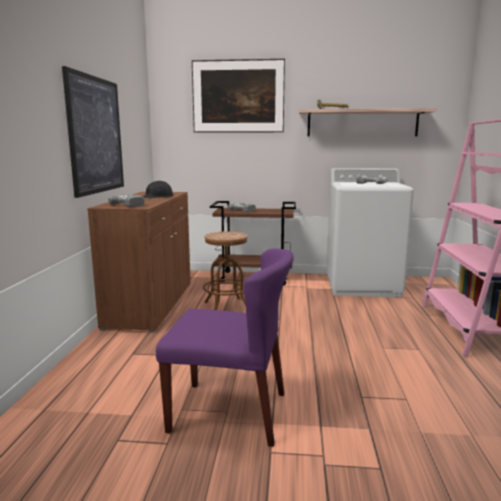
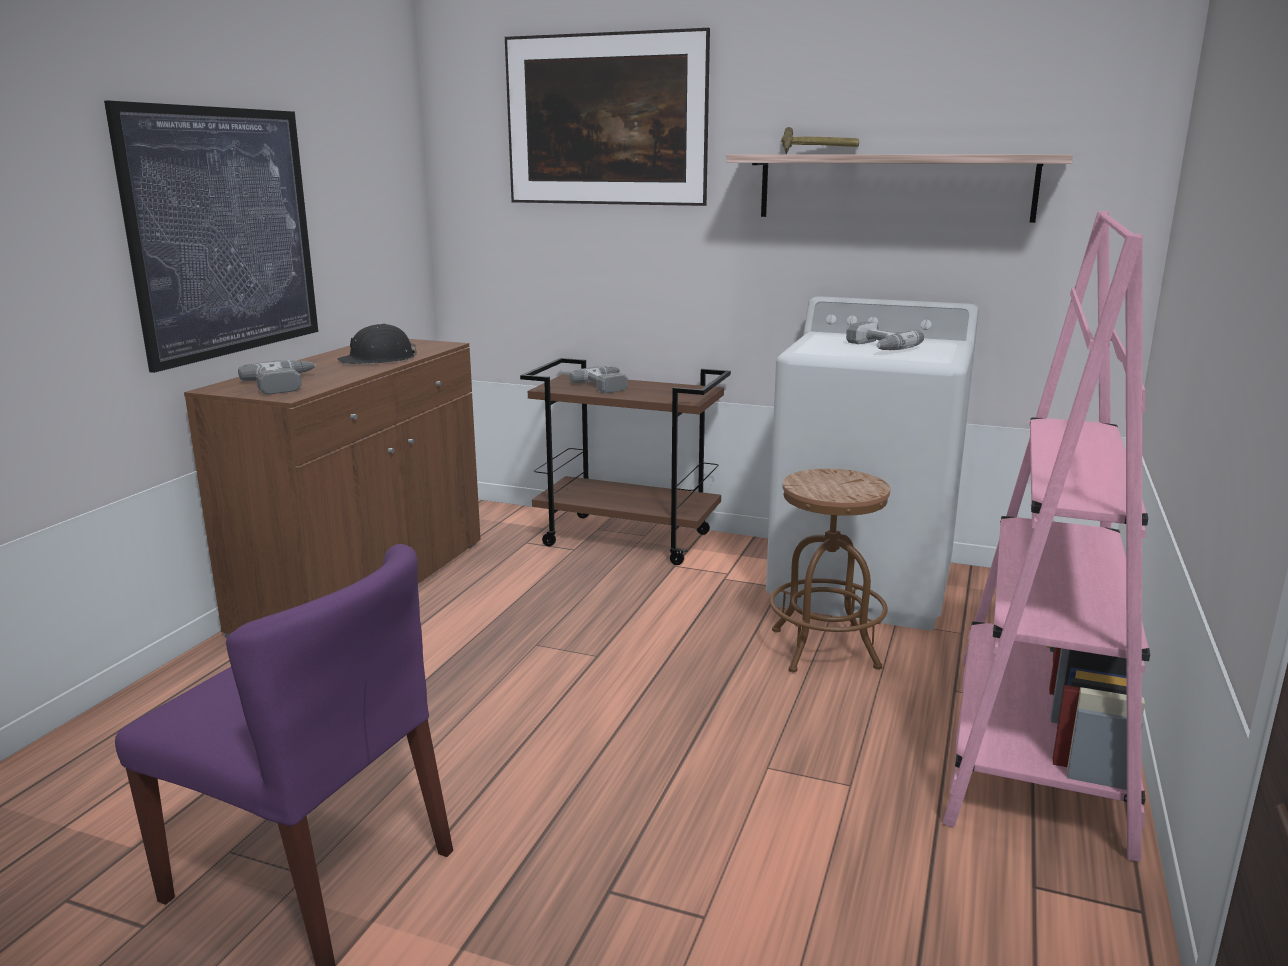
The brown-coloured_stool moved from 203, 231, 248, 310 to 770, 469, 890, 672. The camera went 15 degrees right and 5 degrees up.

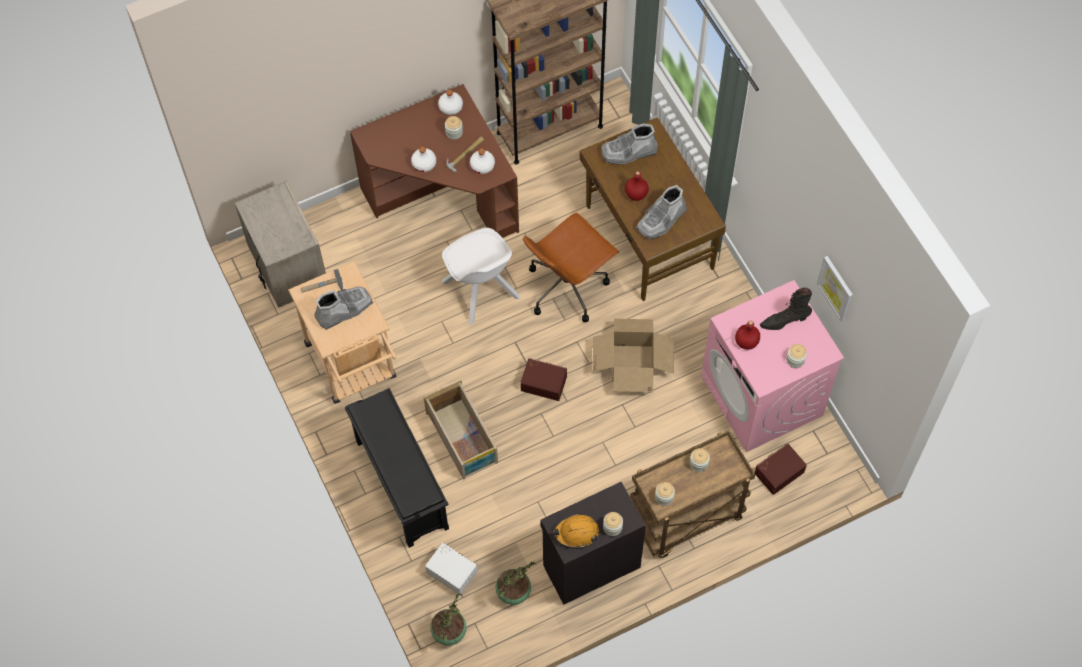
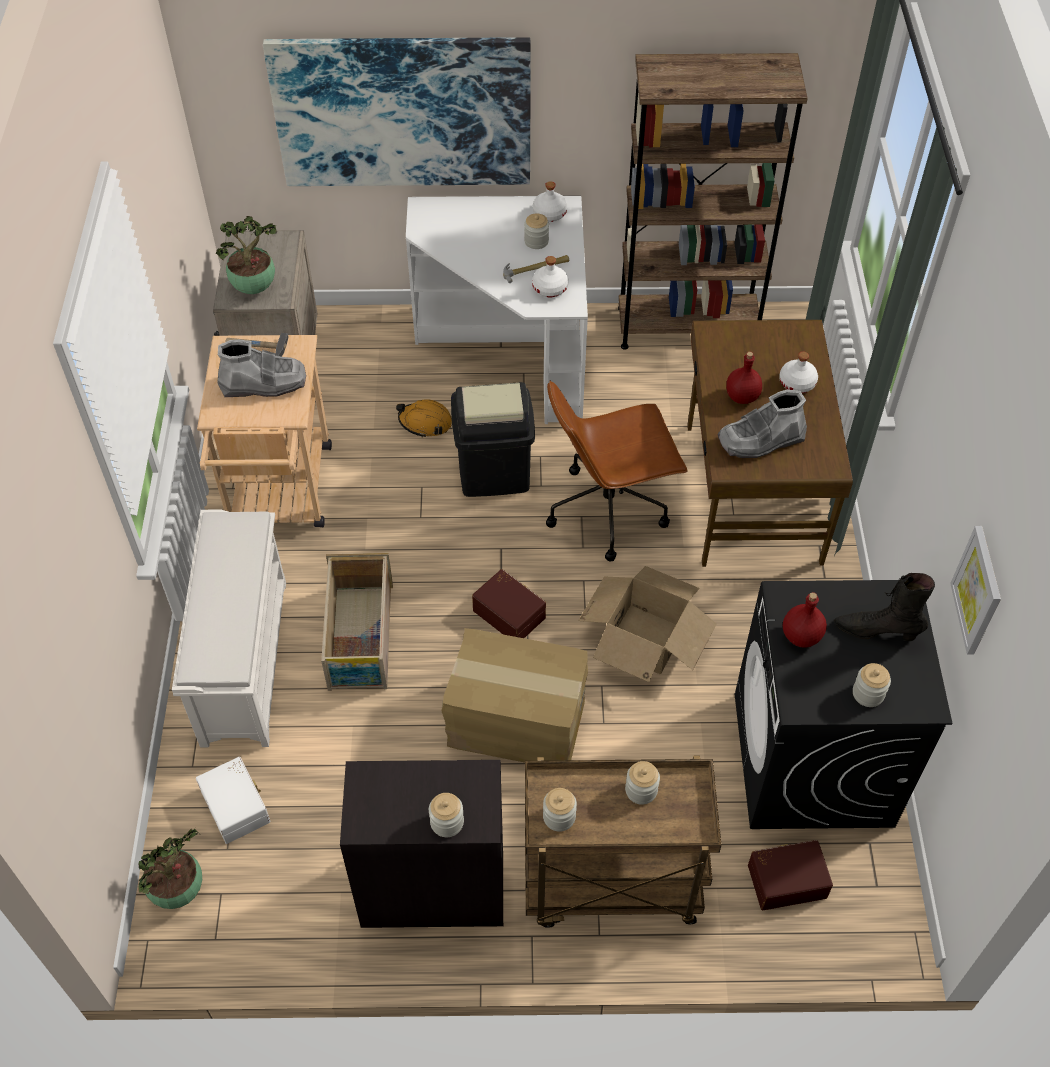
The black_shoe_rack at 345, 388, 449, 548 became the whitish_shoe_rack at 172, 510, 286, 747. The brown-coloured_desk_table at 350, 84, 519, 238 became the whitish_desk_table at 406, 196, 588, 424. The whitish_bottle moved from 411, 146, 436, 172 to 779, 351, 818, 393. The whitish_plain_chair at 442, 228, 520, 325 was replaced by the black_rubbish_bin at 451, 382, 535, 497. The plant_in_a_pot moved from 495, 562, 535, 605 to 216, 216, 277, 294. The orange_safety_helmet moved from 553, 514, 599, 549 to 396, 399, 452, 438. The gray_tall_boot at 601, 124, 658, 164 disappeared. The pink-coloured_washing_machine at 701, 280, 844, 452 became the black_washing_machine at 735, 580, 952, 829. The wall_art at 263, 37, 531, 186 appeared. The cardboard_box at 442, 628, 588, 763 appeared. The camera went 25 degrees right and 10 degrees down.

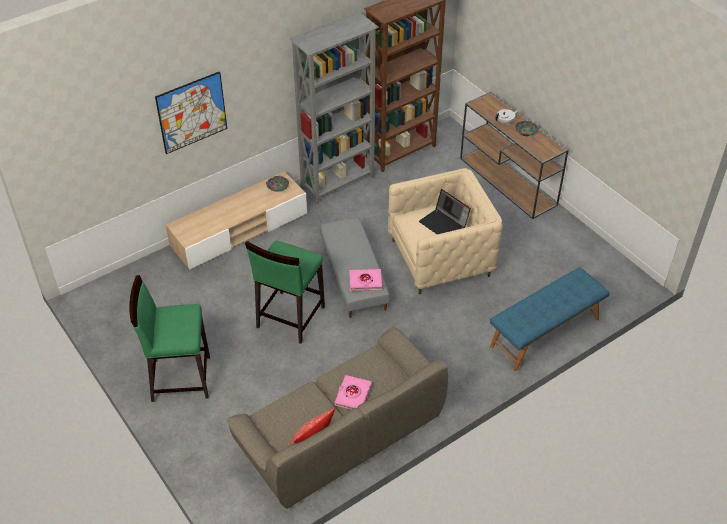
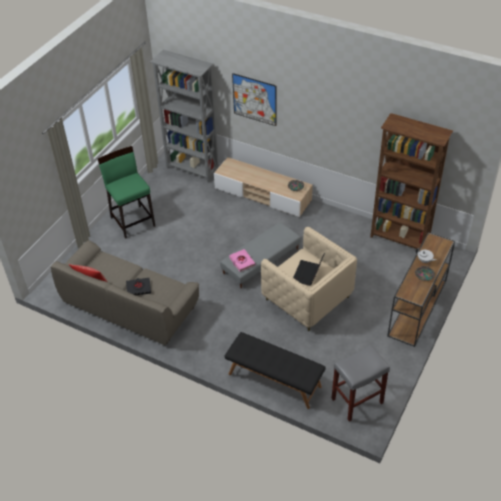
The greenish_stool at 245, 240, 325, 344 disappeared. The gray_bookcase moved from 290, 12, 379, 204 to 150, 50, 219, 183. The pink-coloured_bound_book at 335, 375, 372, 410 became the black_bound_book at 126, 278, 151, 295. The blue_bench at 490, 267, 610, 371 became the black_bench at 224, 332, 326, 409. The gray_stool at 331, 345, 390, 422 appeared. The camera went 65 degrees right and 0 degrees up.

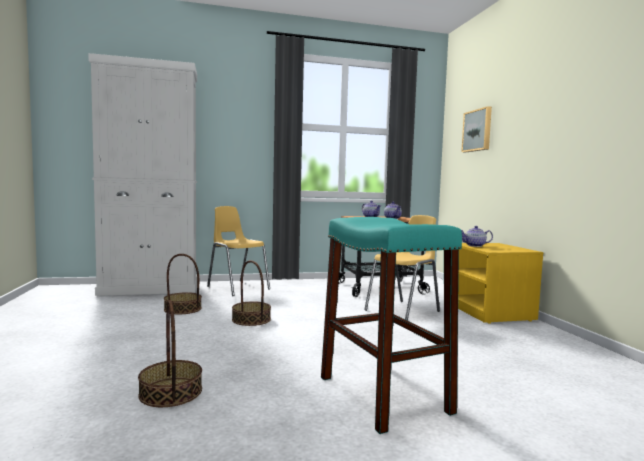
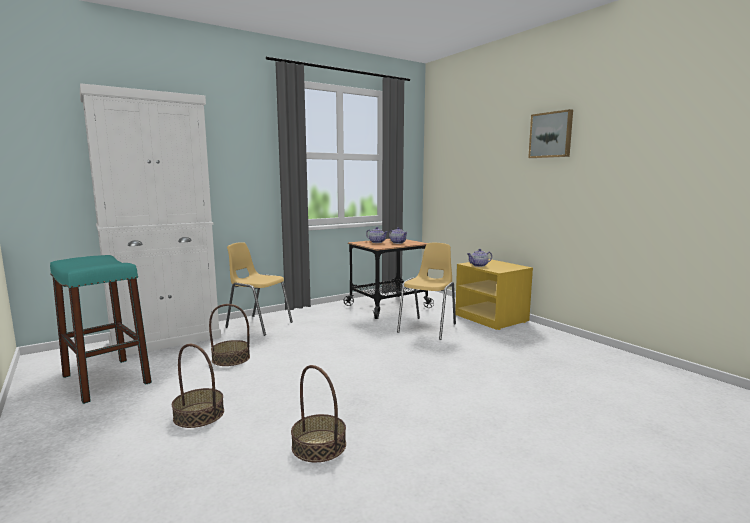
The basket moved from 232, 260, 271, 326 to 172, 344, 224, 428. The turquoise_stool moved from 321, 217, 462, 434 to 50, 255, 152, 404. The wall_art moved from 461, 106, 492, 153 to 528, 109, 573, 158. The camera went 20 degrees left and 5 degrees up.

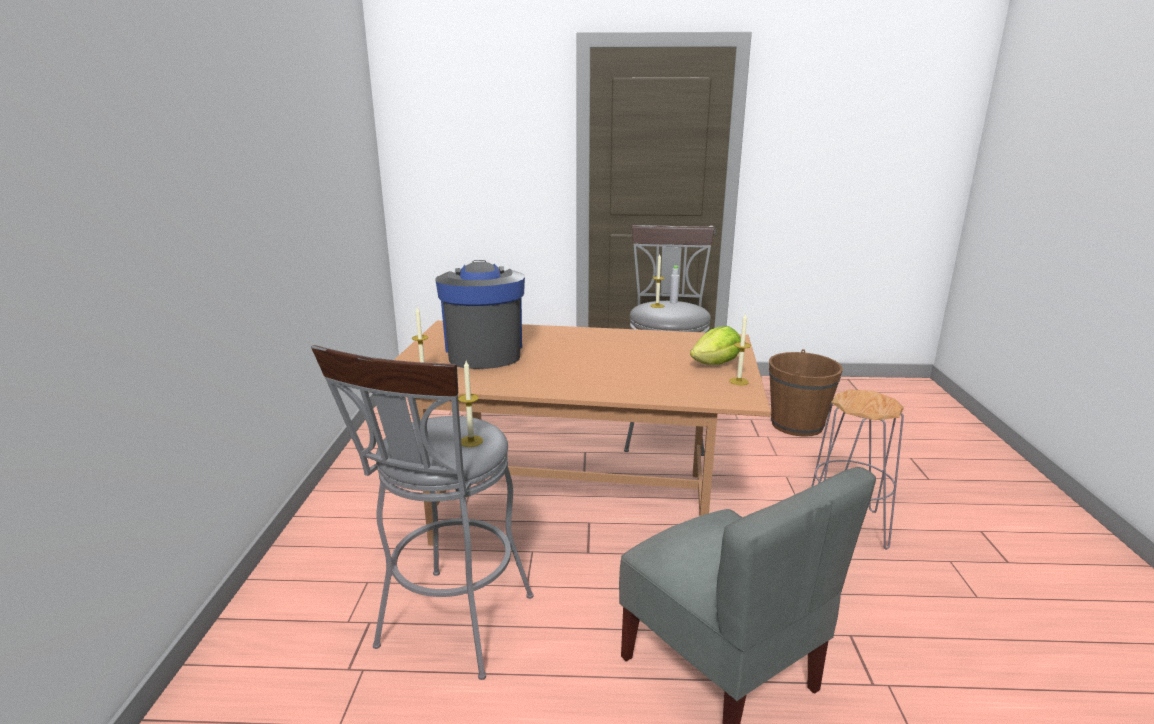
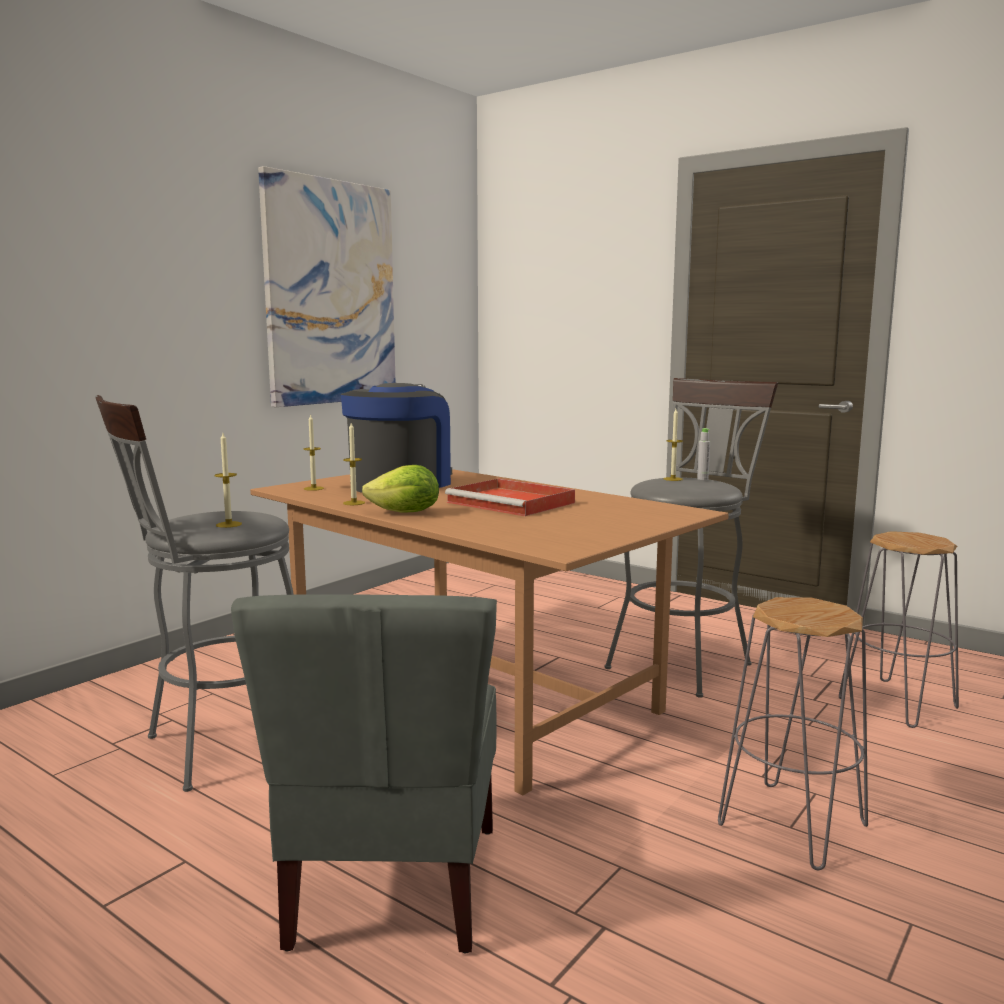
The lettuce moved from 690, 326, 741, 365 to 362, 465, 439, 512. The candle moved from 729, 313, 751, 385 to 343, 423, 365, 505. The brown-coloured_water_bucket at 769, 349, 843, 437 was replaced by the gray_stool at 839, 531, 959, 728. The wall_art at 258, 166, 396, 407 appeared. The reddish_serving_tray at 445, 478, 575, 516 appeared. The camera went 35 degrees right and 10 degrees down.

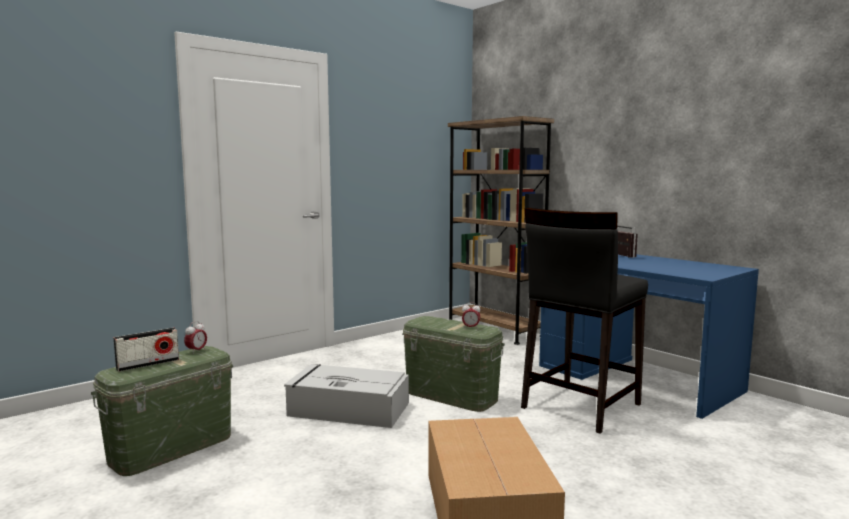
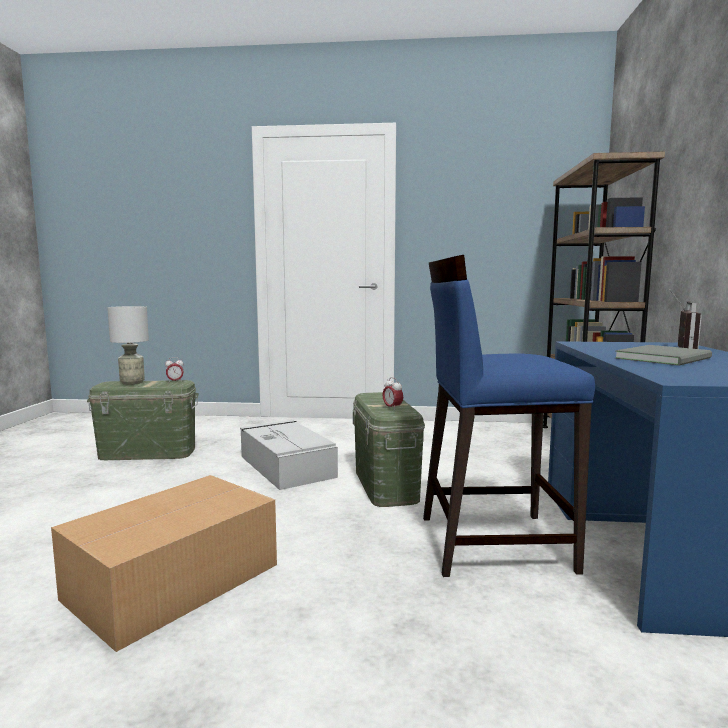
The radio_set at 114, 327, 179, 372 was replaced by the gray_lamp_for_a_table at 107, 306, 149, 385. The black_stool at 521, 208, 648, 434 became the blue_stool at 423, 255, 595, 577. The gray_bound_book at 615, 345, 712, 366 appeared. The camera went 45 degrees right and 0 degrees up.

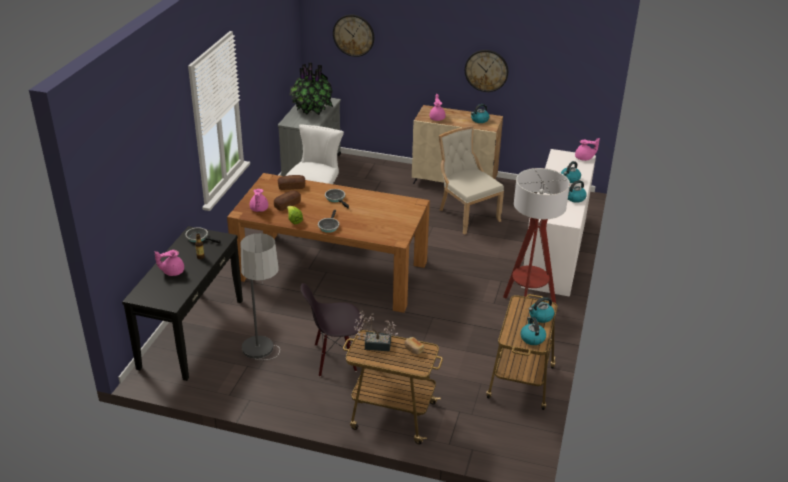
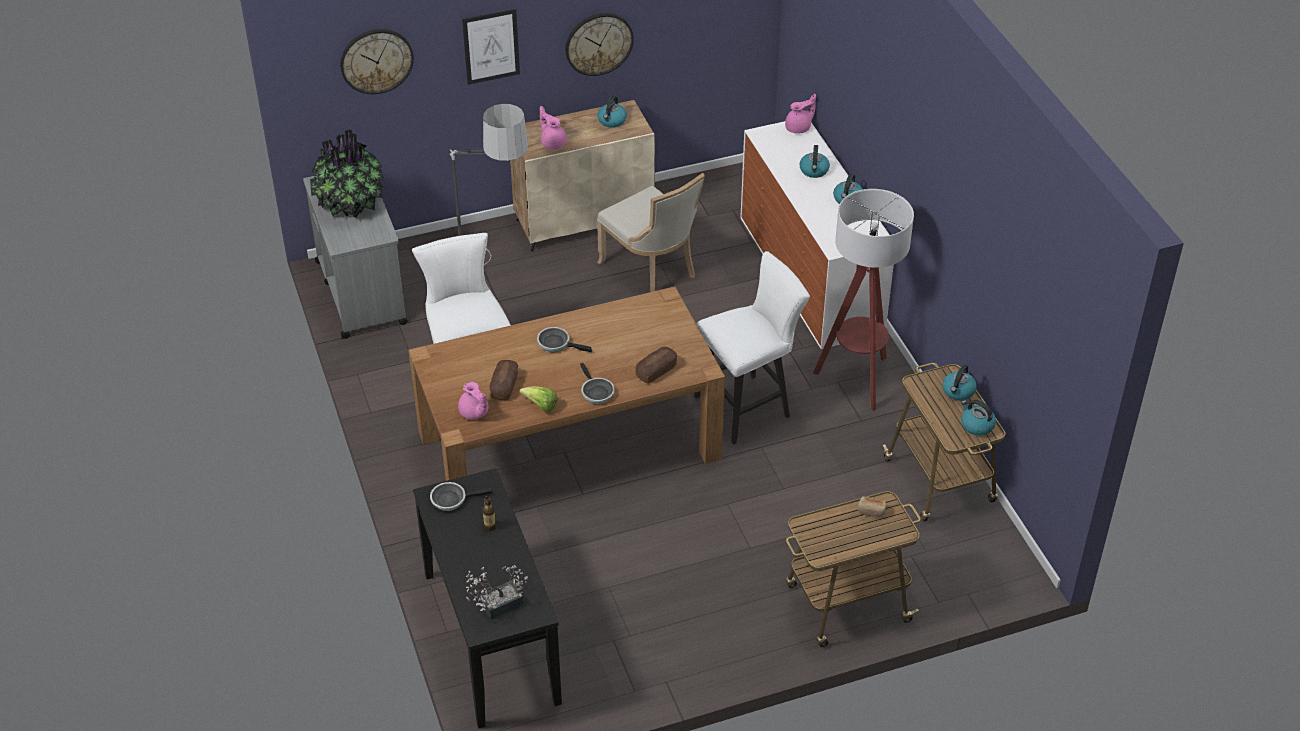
The pink-coloured_tea_pot at 155, 250, 184, 276 disappeared. The floor_lamp moved from 241, 233, 280, 360 to 450, 104, 528, 265. The bread moved from 278, 175, 306, 190 to 636, 347, 677, 384. The black_plain_chair at 301, 283, 363, 377 disappeared. The plant_in_a_pot moved from 354, 311, 398, 352 to 466, 565, 528, 619. The sand-coloured_plain_chair at 439, 126, 504, 235 turned 150 degrees counterclockwise. The wall_art at 462, 9, 520, 85 appeared. The whitish_stool at 694, 251, 810, 444 appeared. The camera went 35 degrees left and 10 degrees up.

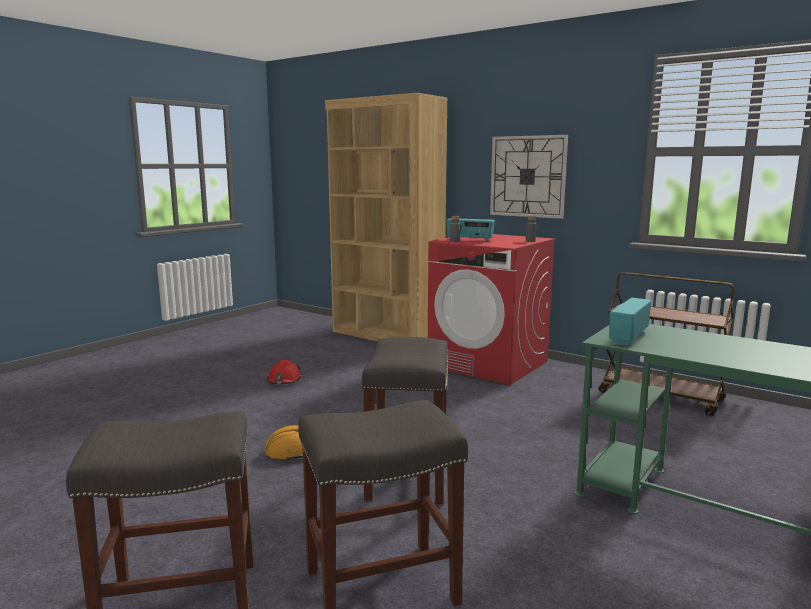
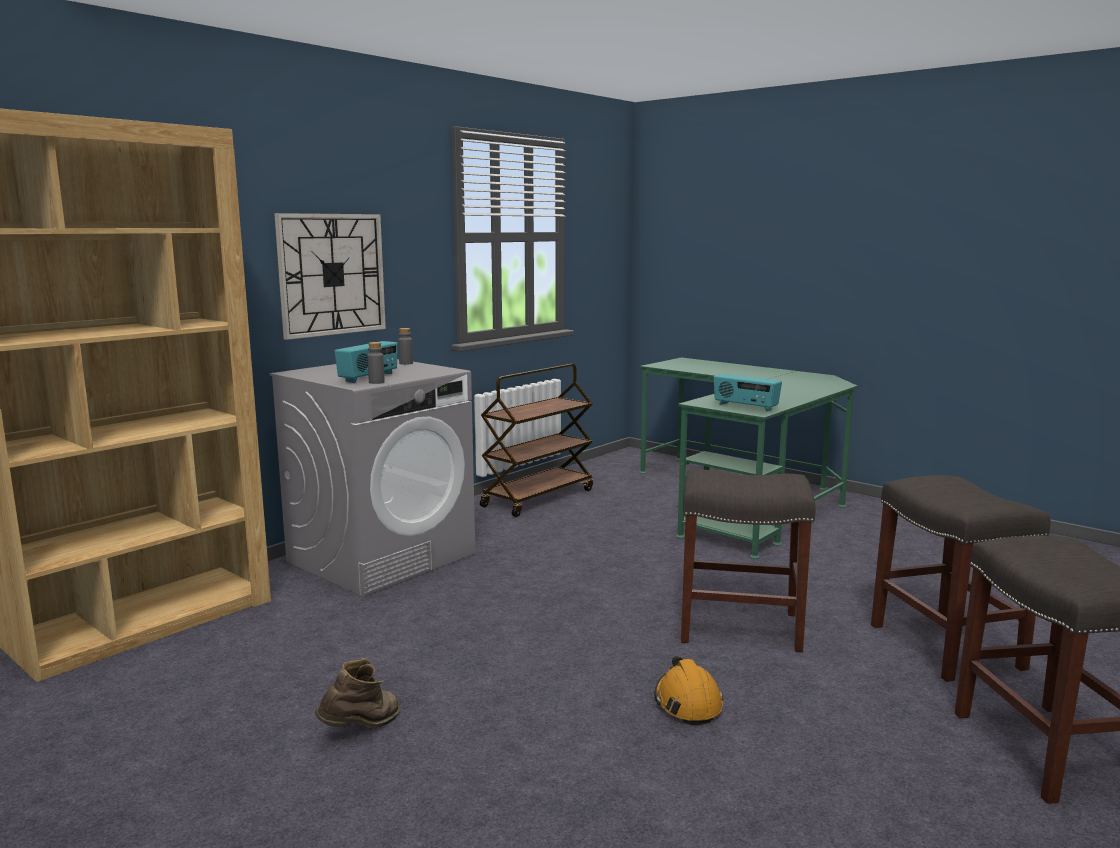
The reddish_safety_helmet at 267, 360, 302, 384 was replaced by the brown-coloured_tall_boot at 315, 658, 400, 728. The reddish_washing_machine at 428, 234, 555, 385 became the gray_washing_machine at 269, 359, 475, 597. The camera went 85 degrees left and 0 degrees up.

